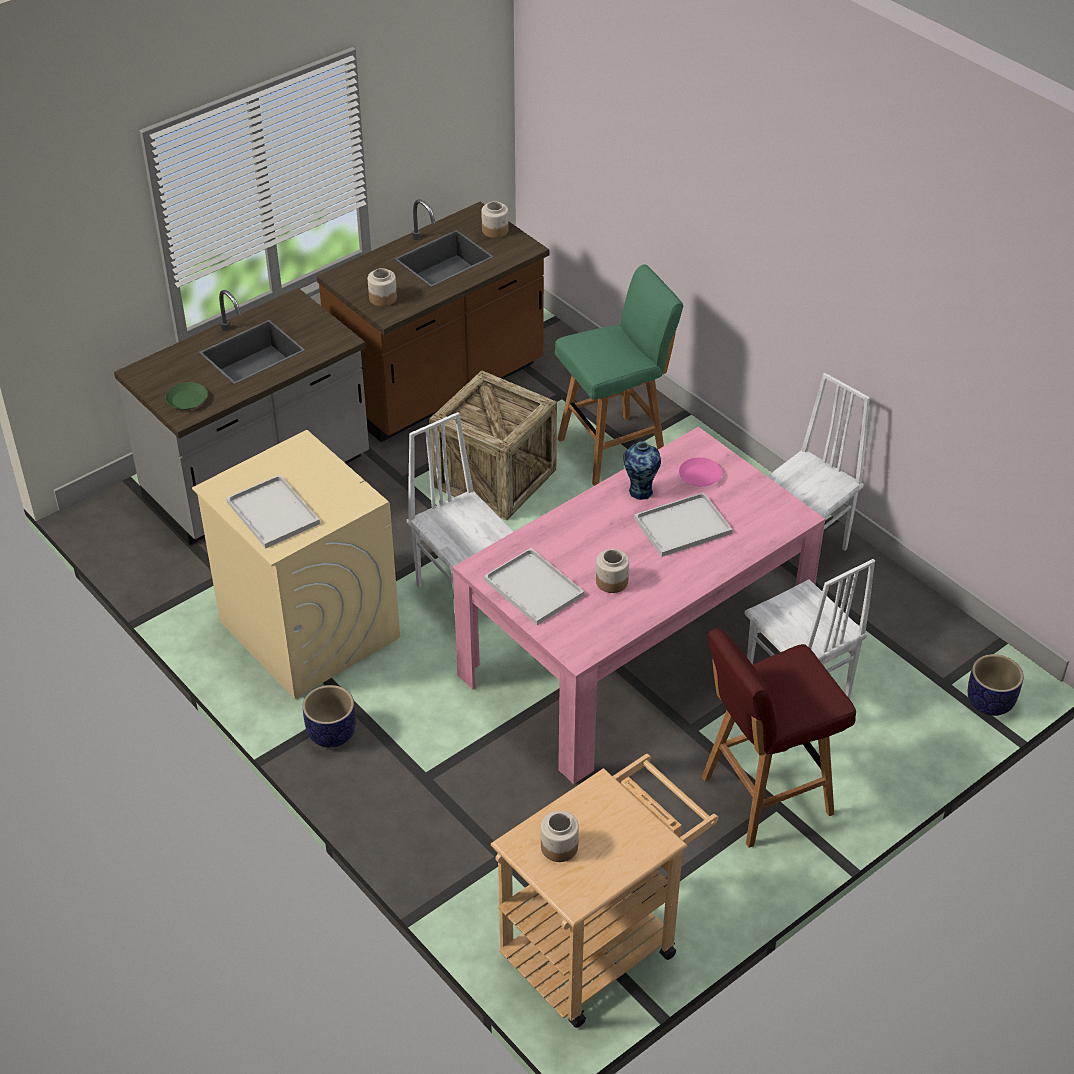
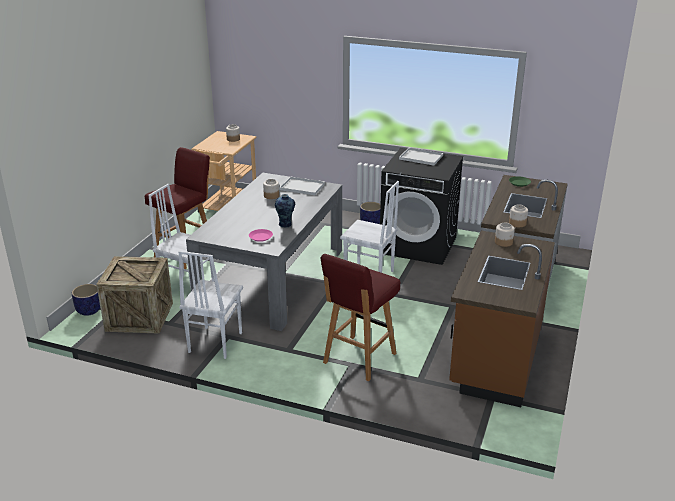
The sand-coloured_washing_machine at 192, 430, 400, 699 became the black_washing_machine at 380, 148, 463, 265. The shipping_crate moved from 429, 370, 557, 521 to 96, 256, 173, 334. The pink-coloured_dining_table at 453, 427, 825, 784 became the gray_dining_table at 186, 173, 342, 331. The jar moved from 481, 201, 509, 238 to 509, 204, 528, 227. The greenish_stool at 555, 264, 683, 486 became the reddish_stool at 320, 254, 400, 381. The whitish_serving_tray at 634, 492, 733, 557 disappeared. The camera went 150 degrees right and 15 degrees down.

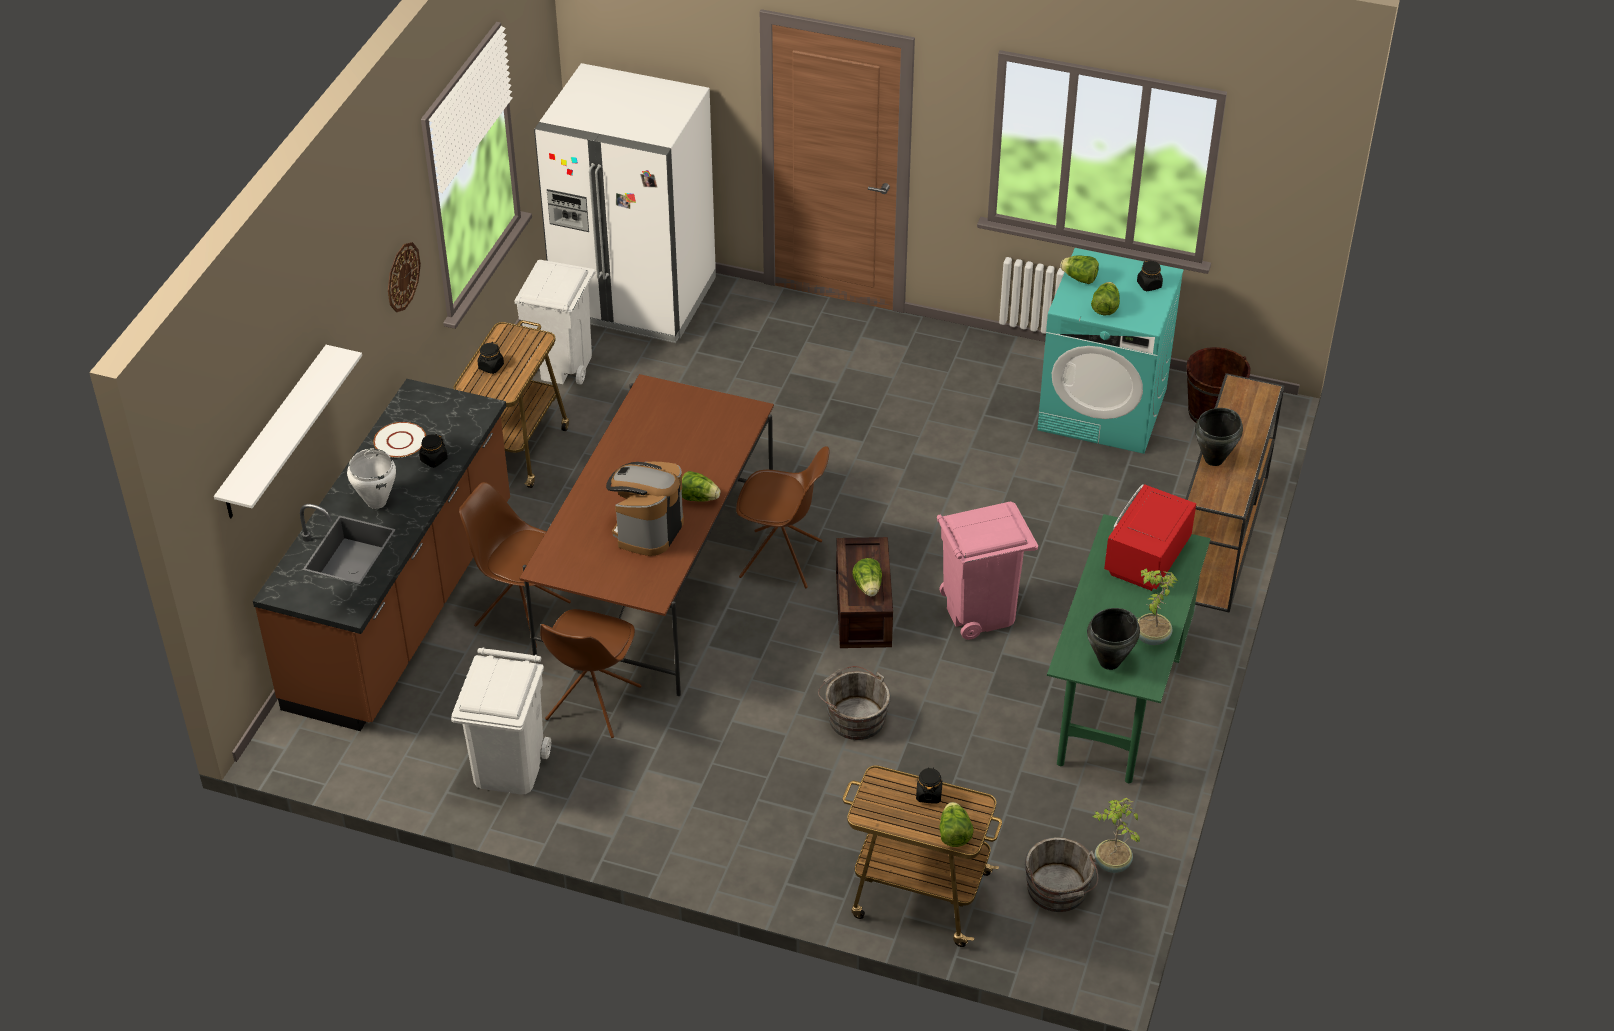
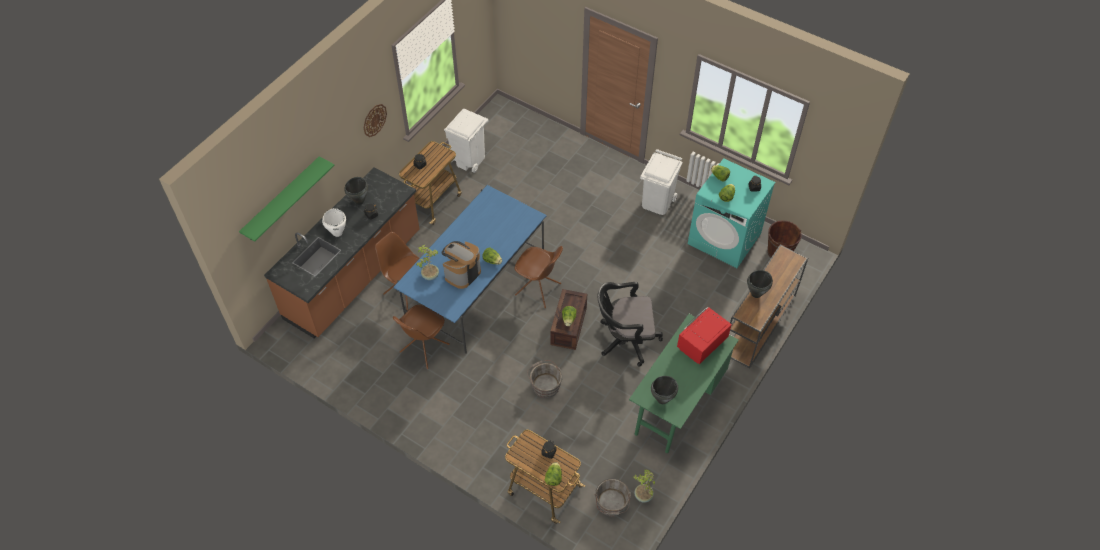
The whitish_wall_shelf at 214, 345, 362, 518 became the greenish_wall_shelf at 239, 156, 335, 242. The whitish_plate at 374, 422, 426, 458 was replaced by the black_cooking_pot at 344, 177, 368, 205. The whitish_rubbish_bin moved from 451, 647, 551, 794 to 640, 149, 683, 215. The brown-coloured_dining_table at 520, 374, 774, 696 became the blue_dining_table at 393, 185, 547, 354. The whitish_fridge at 534, 63, 716, 343 disappeared. The pink-coloured_rubbish_bin at 937, 502, 1038, 640 was replaced by the black_computer_chair at 597, 282, 663, 367. The plant_in_a_pot moved from 1138, 568, 1178, 645 to 417, 245, 439, 280. The camera went 15 degrees right and 10 degrees up.

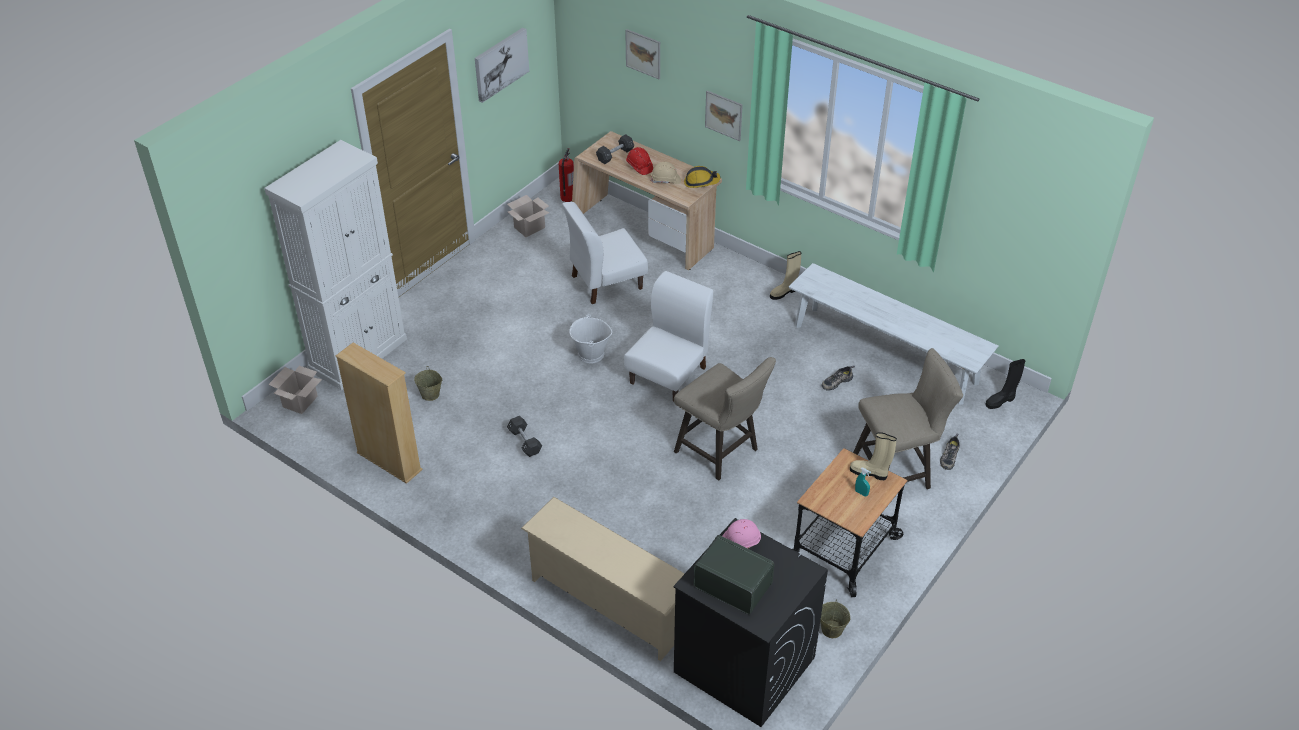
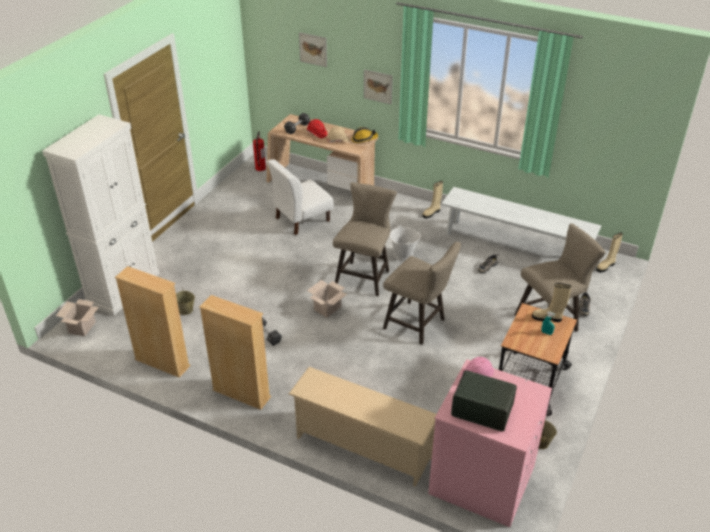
The wall_art at 475, 28, 529, 103 disappeared. The cardboard_box moved from 507, 195, 549, 237 to 307, 280, 347, 318. The whitish_water_bucket moved from 569, 314, 612, 364 to 389, 225, 421, 261. The whitish_plain_chair at 624, 271, 713, 402 was replaced by the sand-coloured_stool at 333, 182, 397, 296. The black_washing_machine at 673, 518, 828, 727 became the pink-coloured_washing_machine at 428, 359, 552, 527. The black_tall_boot at 985, 359, 1025, 409 became the sand-coloured_tall_boot at 596, 233, 623, 272. The sand-coloured_bookcase at 199, 295, 271, 410 appeared. The camera went 10 degrees left and 5 degrees down.

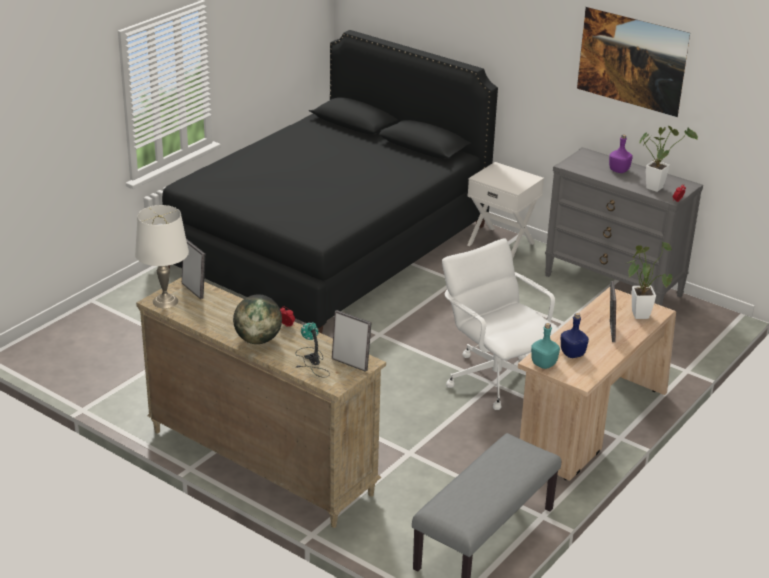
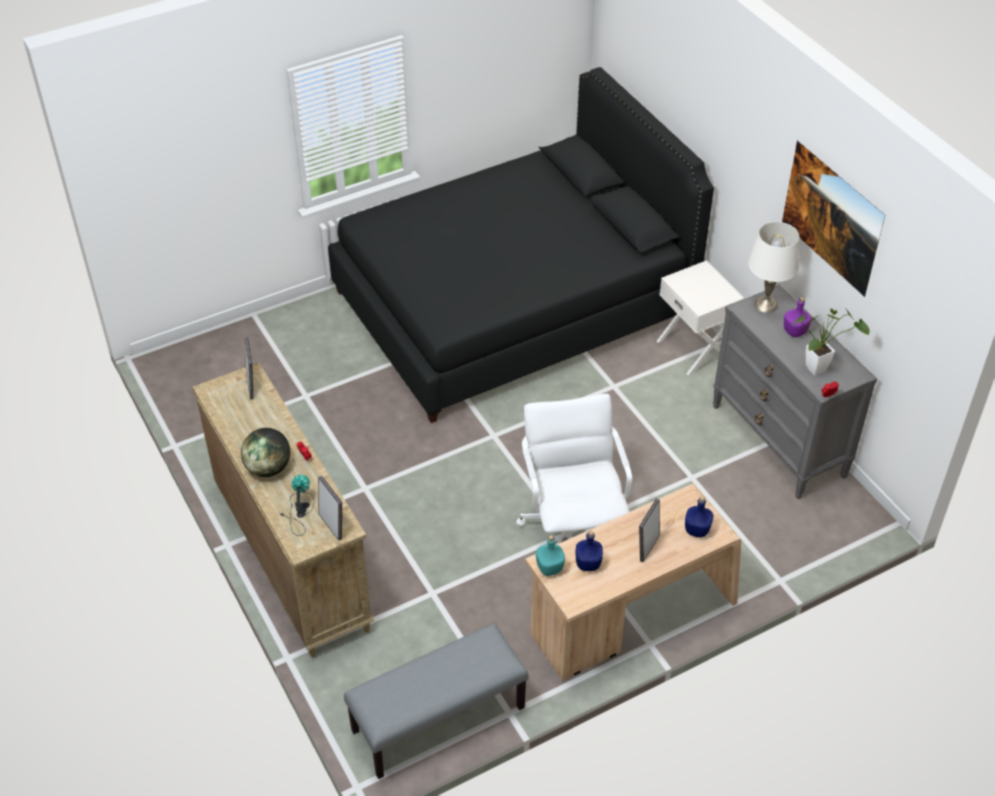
The whitish_lamp_for_a_table moved from 135, 205, 189, 308 to 748, 222, 799, 313. The plant_in_a_pot at 628, 242, 672, 319 was replaced by the blue_bottle at 685, 497, 713, 538. The camera went 25 degrees right and 15 degrees up.

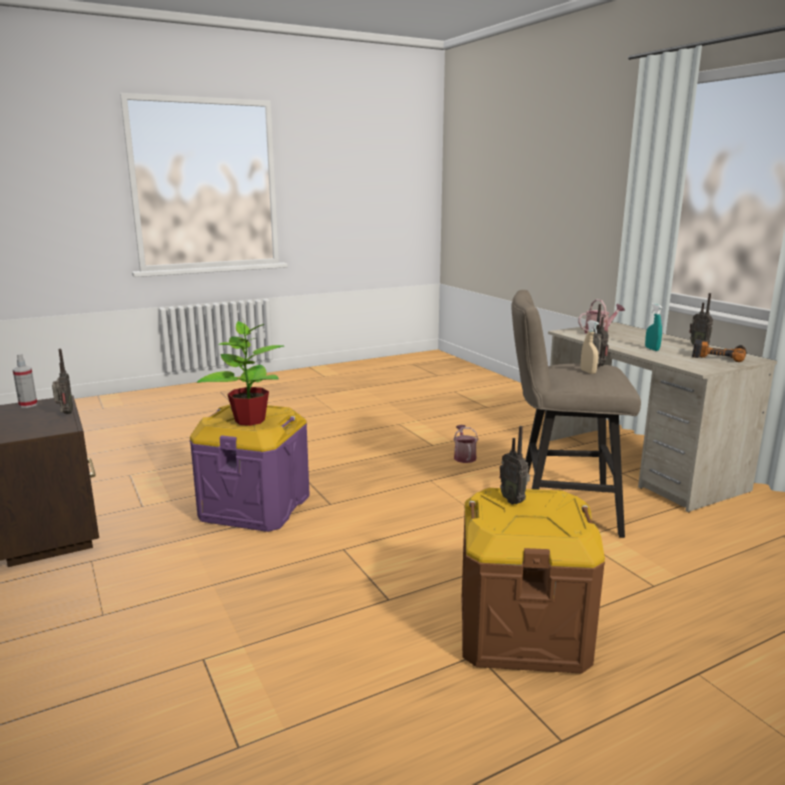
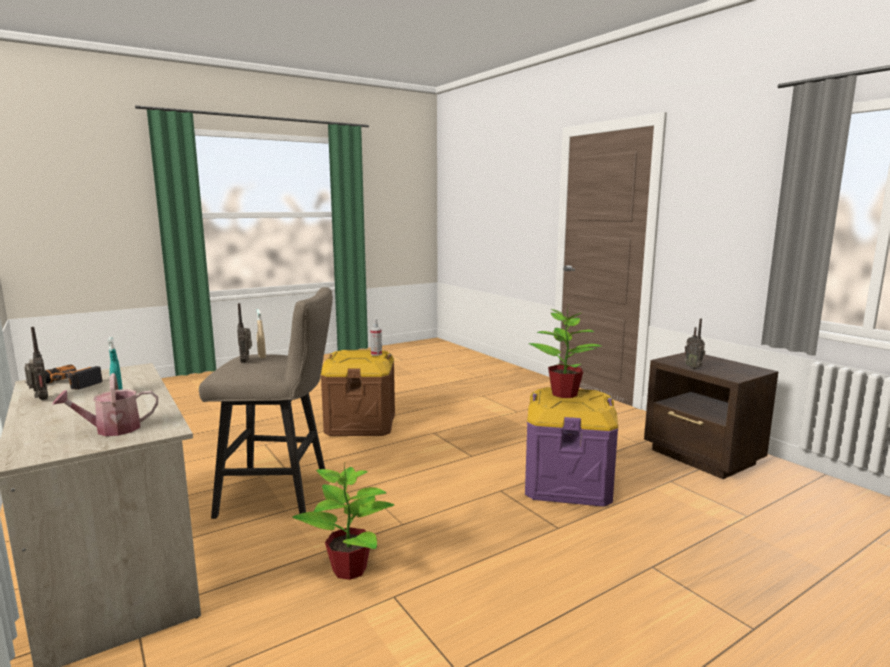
The spray_bottle moved from 13, 354, 38, 408 to 370, 319, 382, 356. The watering_pot at 453, 425, 478, 463 was replaced by the plant_in_a_pot at 292, 461, 394, 580. The radio_set at 500, 426, 530, 504 disappeared. The camera went 175 degrees right and 5 degrees down.

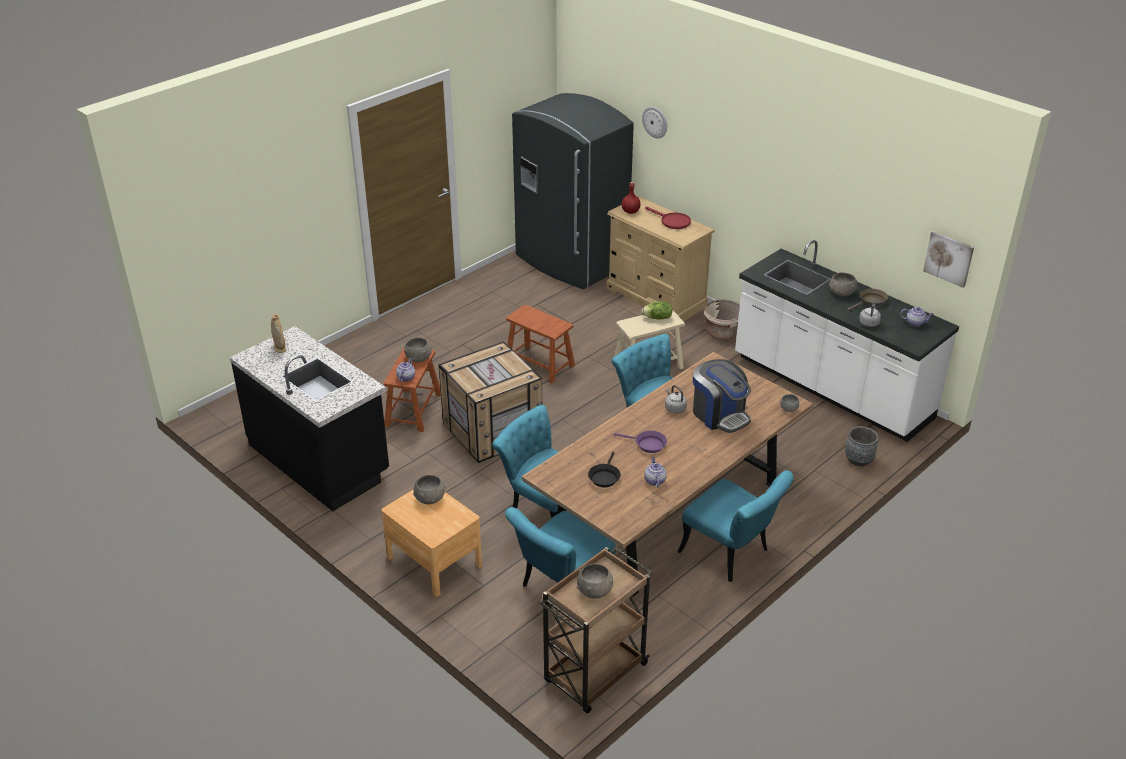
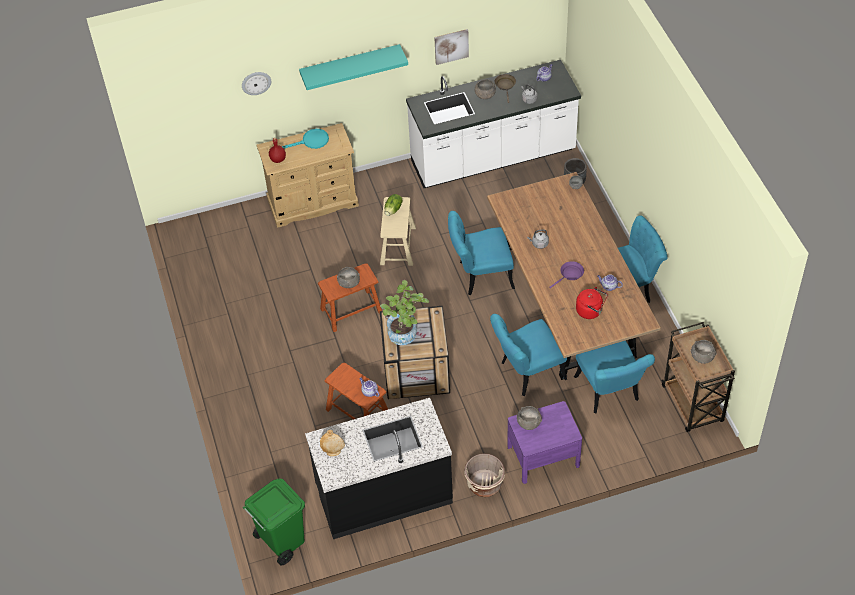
The brown-coloured_night_table at 381, 489, 482, 597 became the purple_night_table at 507, 401, 582, 484. The gray_deep_dish moved from 404, 338, 432, 362 to 337, 267, 360, 288. The gray_fridge at 512, 93, 634, 289 disappeared. The black_frying_pan at 588, 452, 621, 488 was replaced by the reddish_water_kettle at 576, 287, 608, 319. The reddish_frying_pan at 645, 207, 691, 229 became the turquoise_frying_pan at 282, 129, 329, 149. The coffee_maker at 693, 359, 751, 433 disappeared. The sand-coloured_flower_pot moved from 704, 300, 740, 340 to 464, 454, 505, 497. The wall_art moved from 923, 231, 974, 288 to 434, 29, 469, 65. The greenish_rubbish_bin at 243, 479, 305, 566 appeared. The turquoise_wall_shelf at 299, 44, 408, 90 appeared. The plant_in_a_pot at 380, 280, 429, 345 appeared. The camera went 60 degrees left and 15 degrees up.

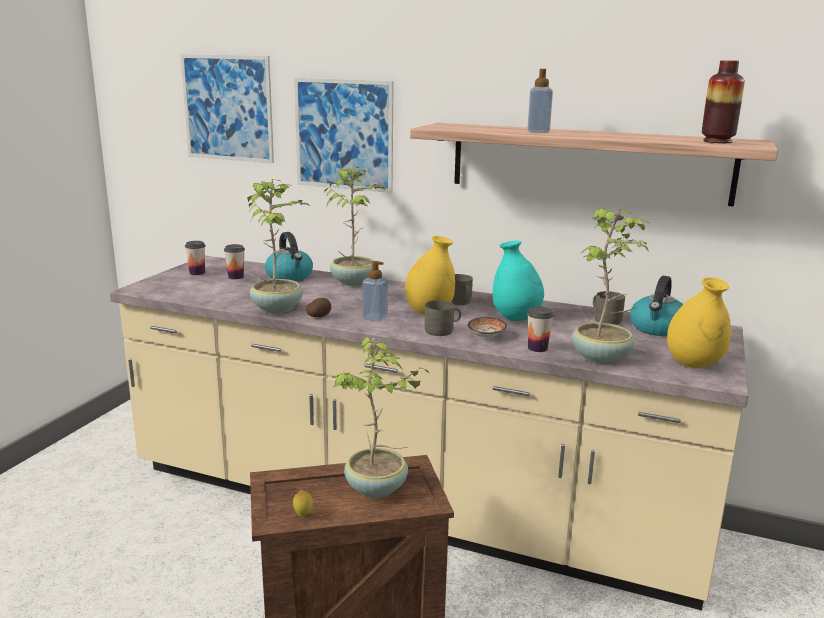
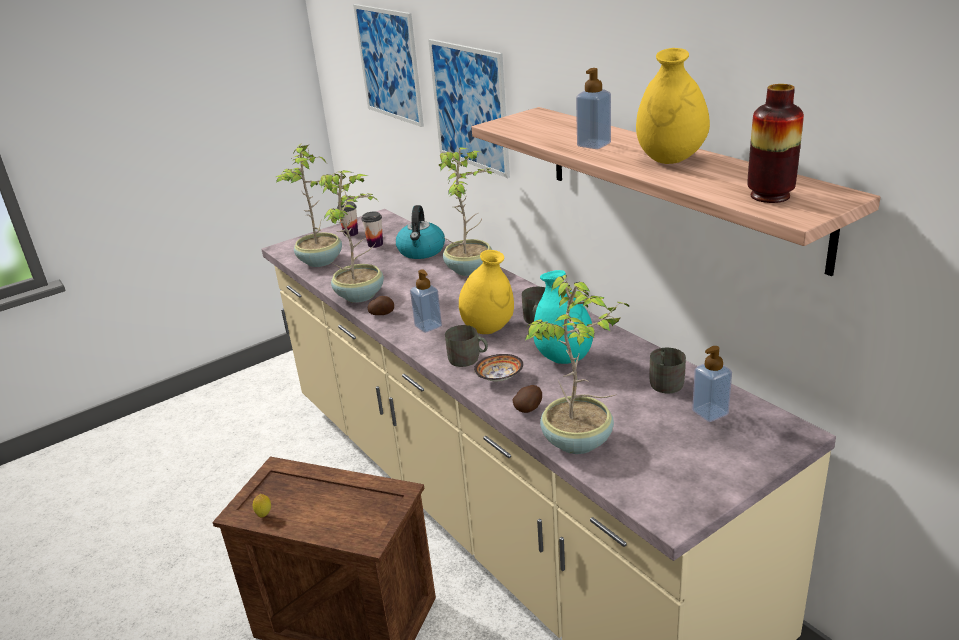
The plant_in_a_pot moved from 333, 337, 429, 498 to 276, 143, 345, 267. The cup at 527, 306, 554, 352 was replaced by the spud at 513, 385, 542, 413. The water_kettle at 630, 276, 683, 336 was replaced by the soap_dispenser at 692, 346, 732, 422. The yellow_vase moved from 667, 277, 731, 368 to 636, 48, 710, 164. The camera went 35 degrees right and 10 degrees up.

